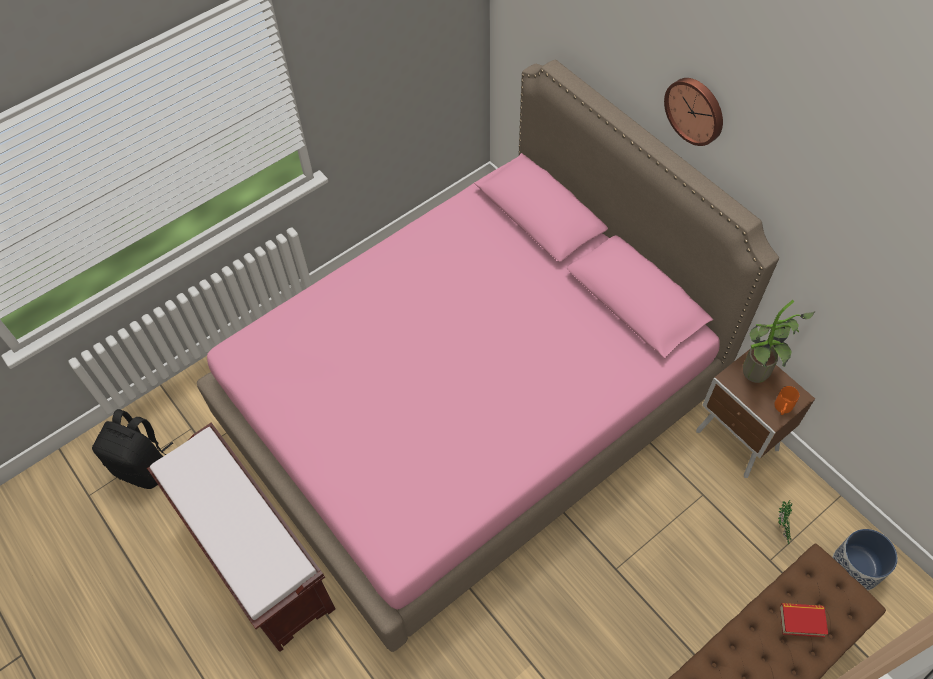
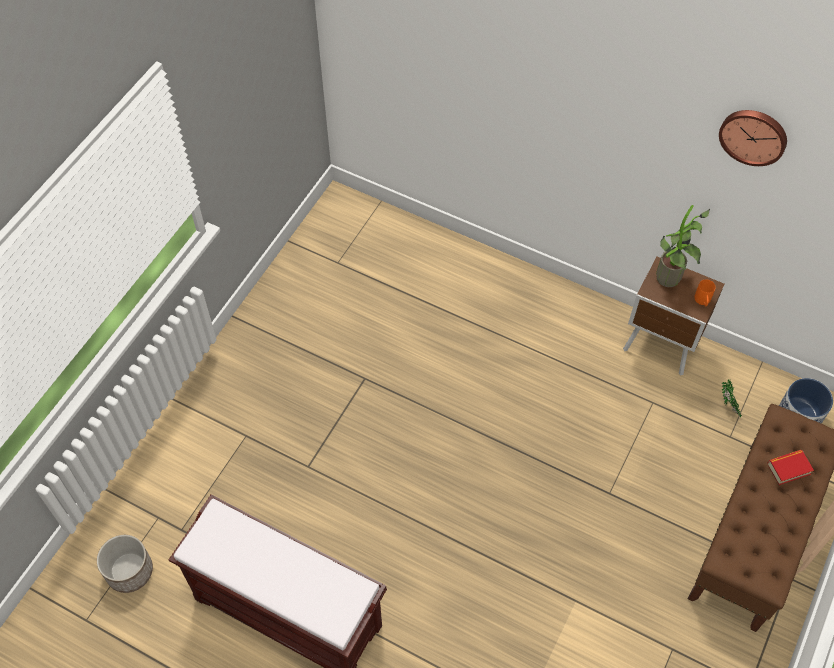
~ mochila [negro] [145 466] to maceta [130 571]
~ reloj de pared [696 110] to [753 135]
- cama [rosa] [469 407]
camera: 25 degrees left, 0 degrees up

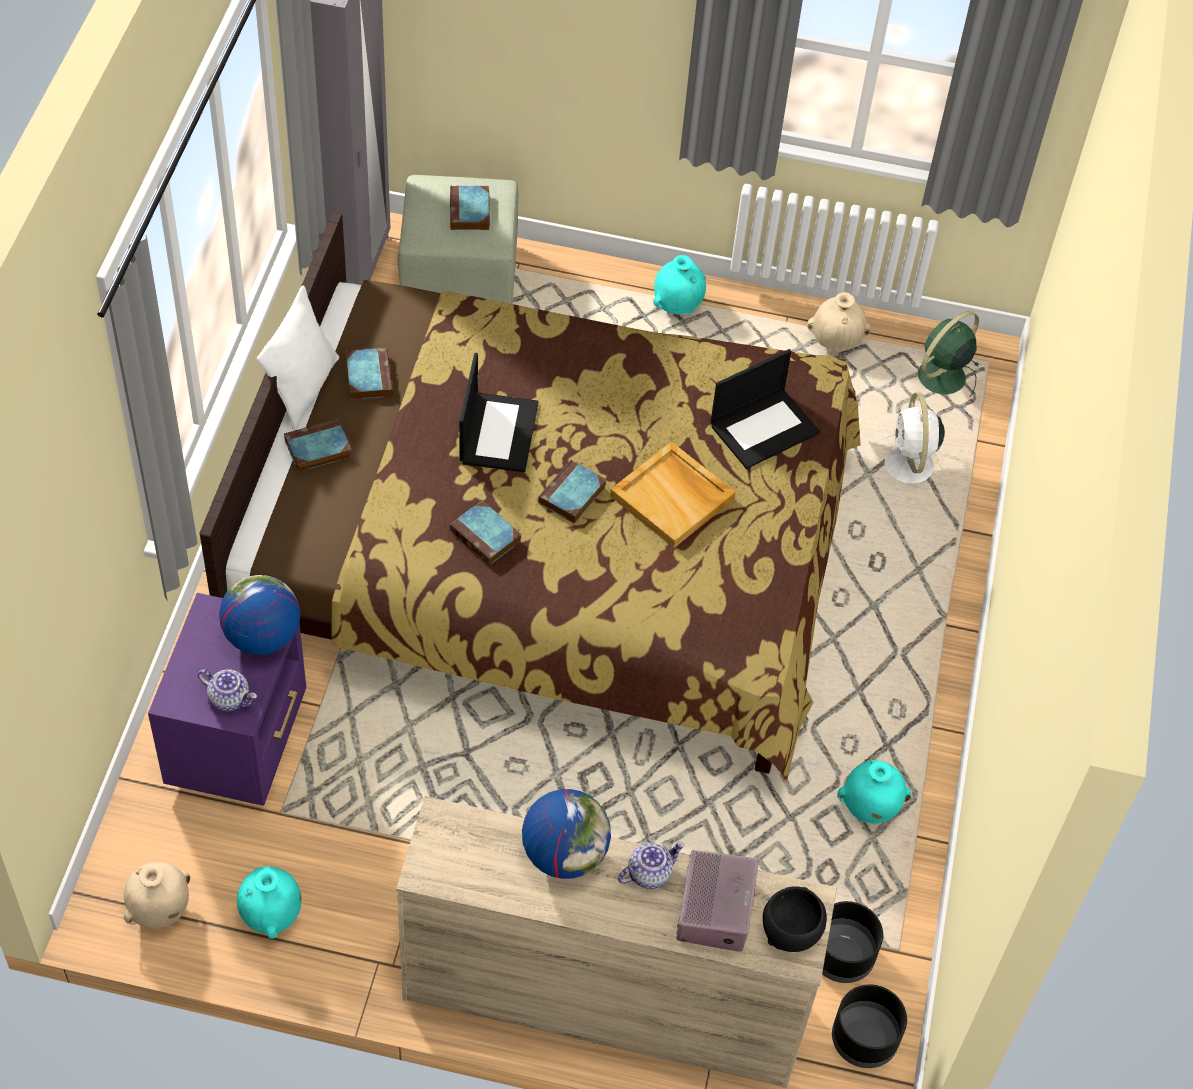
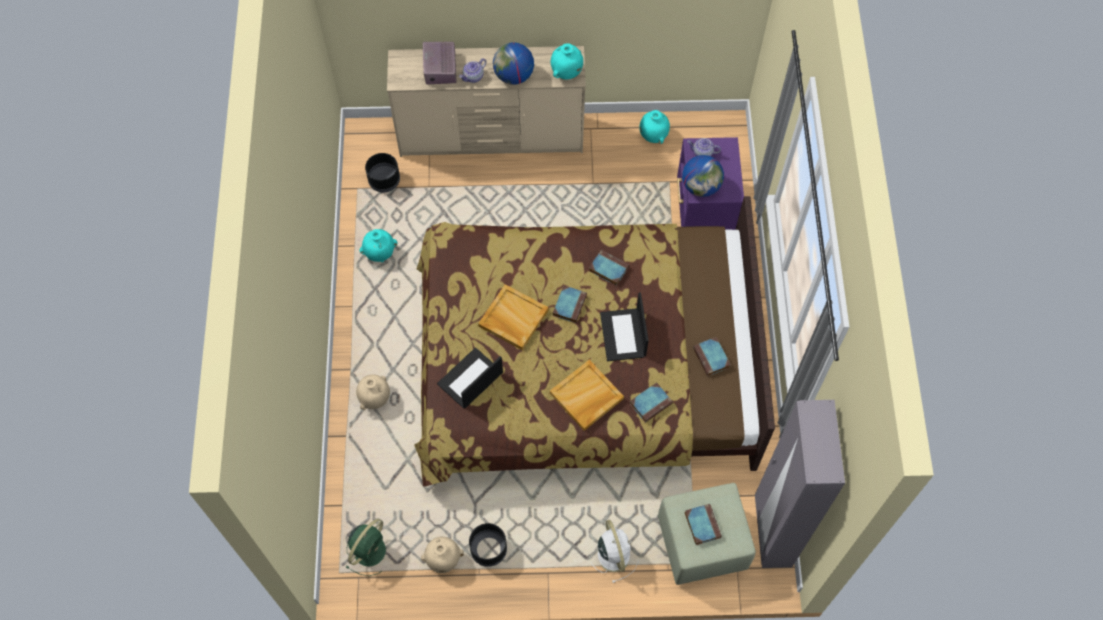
~ florero [beis] [160 911] to [375 398]
~ maceta [negro] [865 1038] to [488 549]
+ bandeja [beis] [586 397]
~ florero [turquesa] [678 306] to [566 73]
~ ventilador [blanco] [909 467] to [613 553]
~ libro [317 449] to [651 403]
- cojín [blanco] [303 389]
- cuenco [negro] [790 931]
camera: 170 degrees right, 10 degrees up

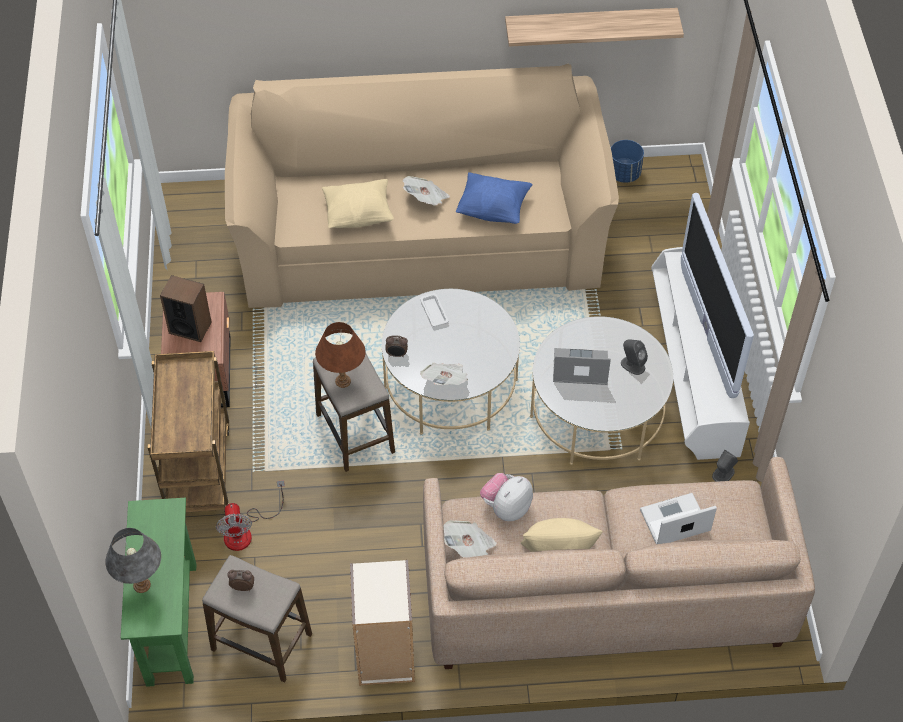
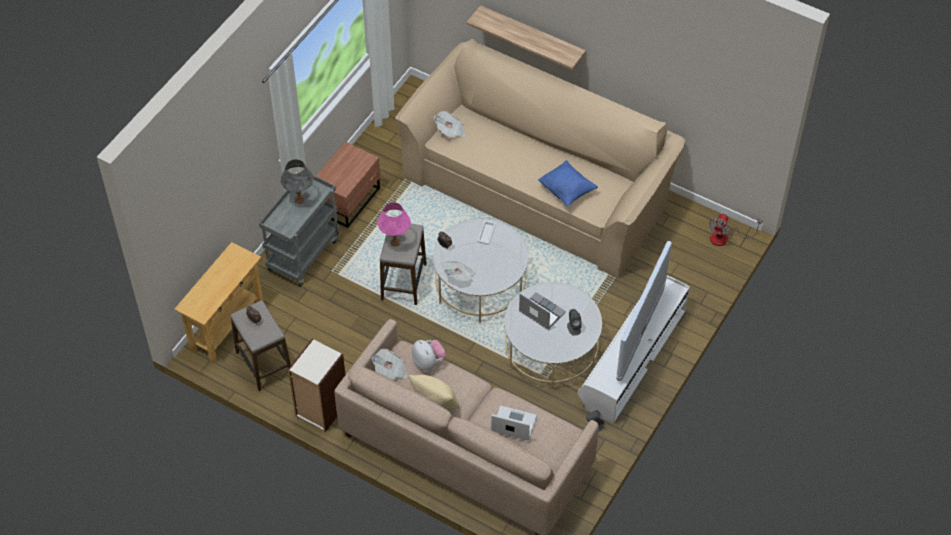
~ mesa consola [verde] [171 623] to mesa consola [beis] [227 326]
~ carrito [marrón] [198 470] to carrito [gris] [303 253]
~ lámpara de mesa [gris] [142 585] to [299 199]
~ lámpara de mesa [marrón] [342 381] to lámpara de mesa [rosa] [395 242]
~ peluche [506 507] = [428 362] 75 degrees clockwise
~ periódico [426 199] to [450 131]
~ estante [590 25] to [532 35]
~ ventilador [246 531] to [725 237]
- altavoz [190 327]
- cojín [beis] [359 215]
- maceta [azul] [624 173]
camera: 35 degrees right, 0 degrees up

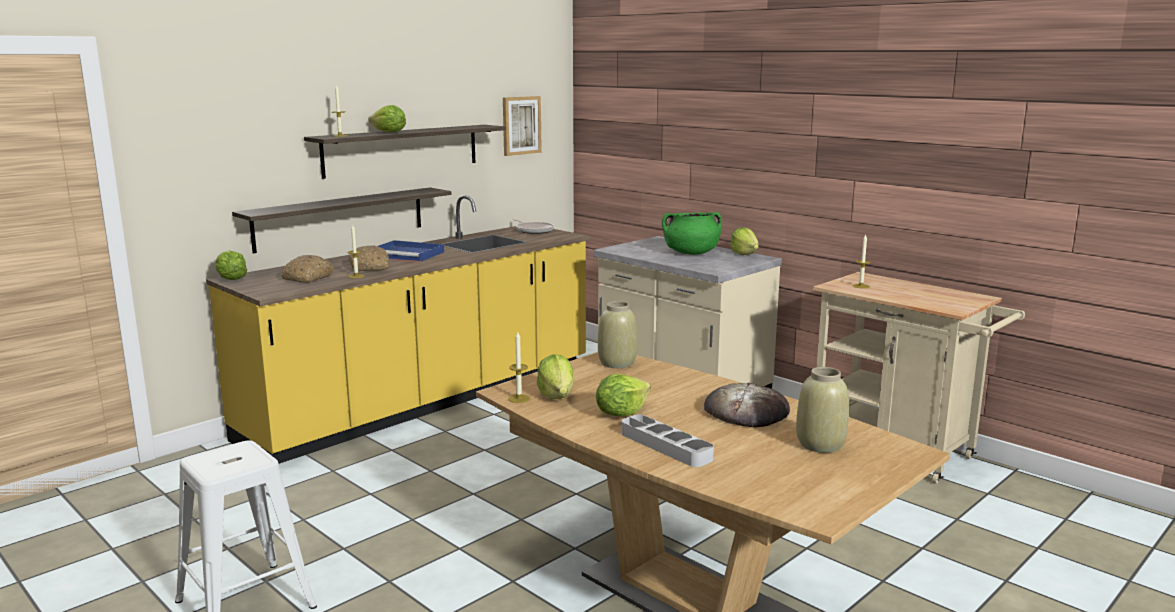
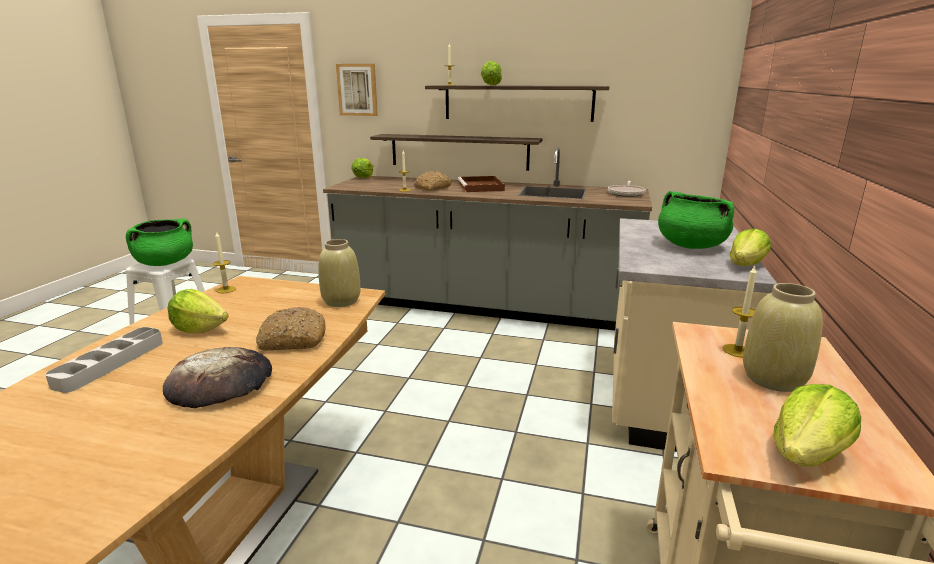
+ olla [verde] [165 263]
~ pan [308 278] to [293 340]
~ mueble bajo de cocina [amarillo] [426 401] to mueble bajo de cocina [gris] [484 306]
~ cuadro [521 125] to [357 90]
~ bandeja [azul] [408 254] to bandeja [marrón] [481 187]
~ florero [beis] [820 445] to [772 379]
~ lechuga [557 396] to [807 455]
camera: 60 degrees right, 5 degrees up

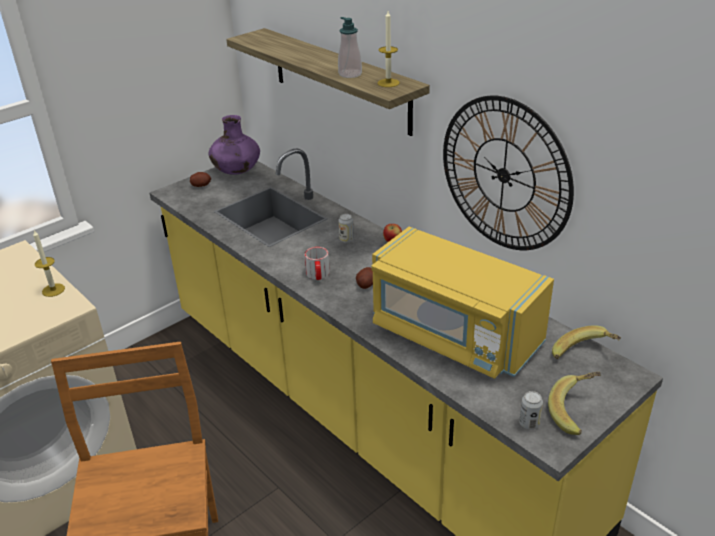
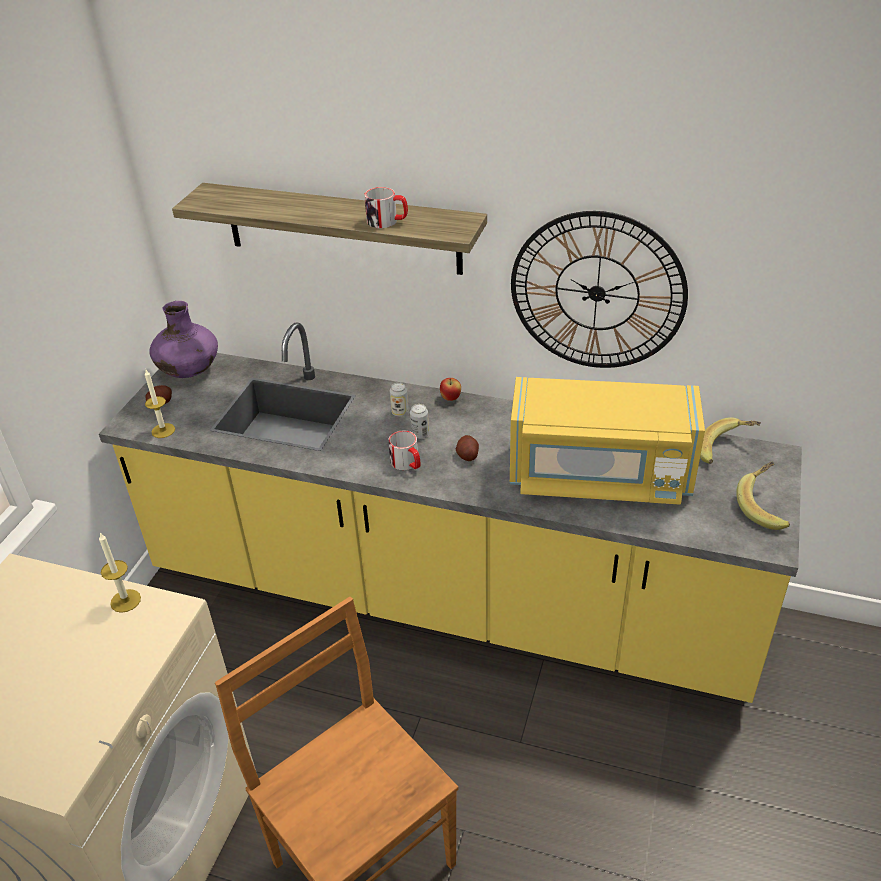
~ vela [388 83] to [163 430]
~ dispensador de jabón [350 74] to taza grande [387 221]
~ lata [529 424] to [420 434]
camera: 30 degrees left, 5 degrees up

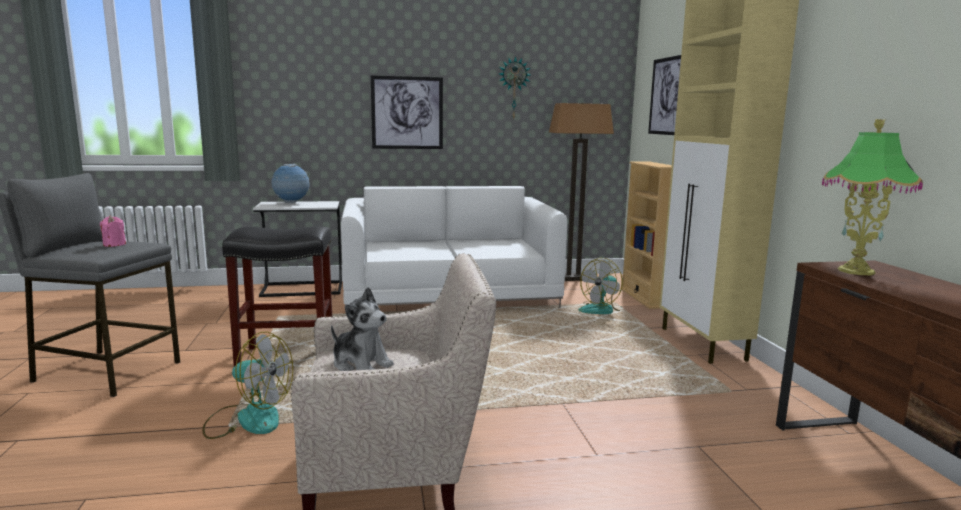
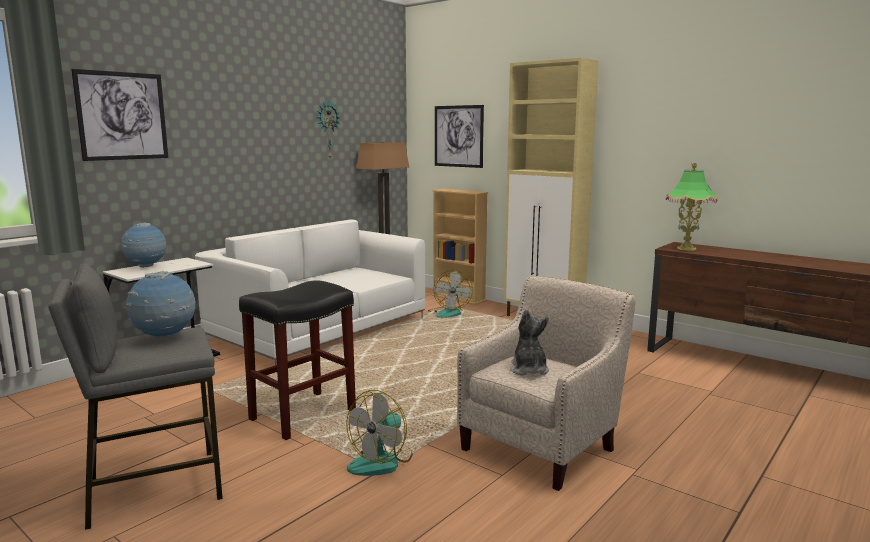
~ cuadro [407 113] to [122 116]
~ vela [rosa] [114 244] to globo terráqueo [165 338]
~ ventilador [248 419] = [381 461] 150 degrees clockwise
~ peluche [361 364] = [528 370] 90 degrees counterclockwise
camera: 40 degrees left, 0 degrees up

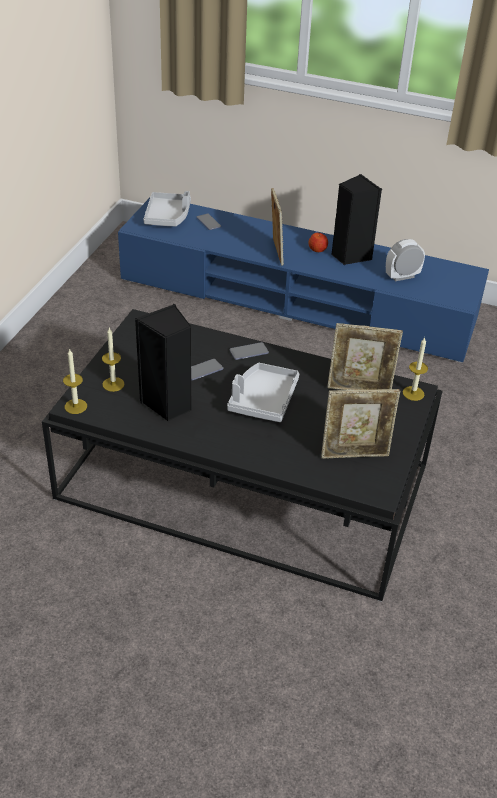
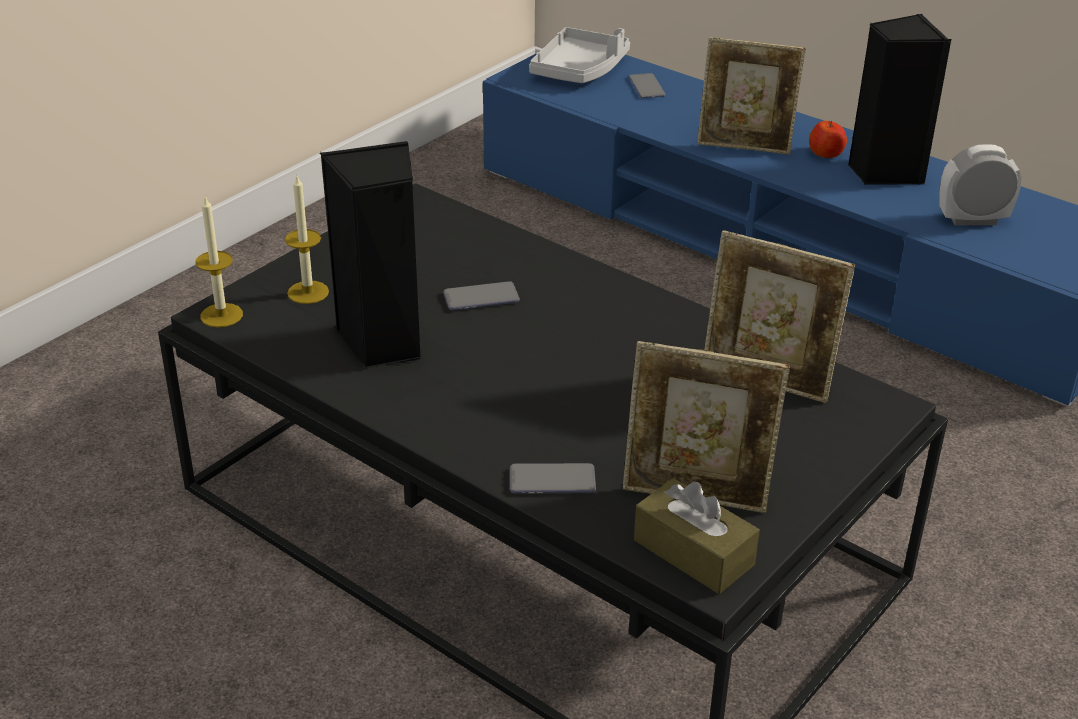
~ móvil [249 352] to [552 480]
+ caja de pañuelos [marrón] [693 552]
~ portarretratos [275 252] = [744 147] 90 degrees clockwise
- bandeja [gris] [263 400]
- vela [413 393]
camera: 20 degrees right, 5 degrees down

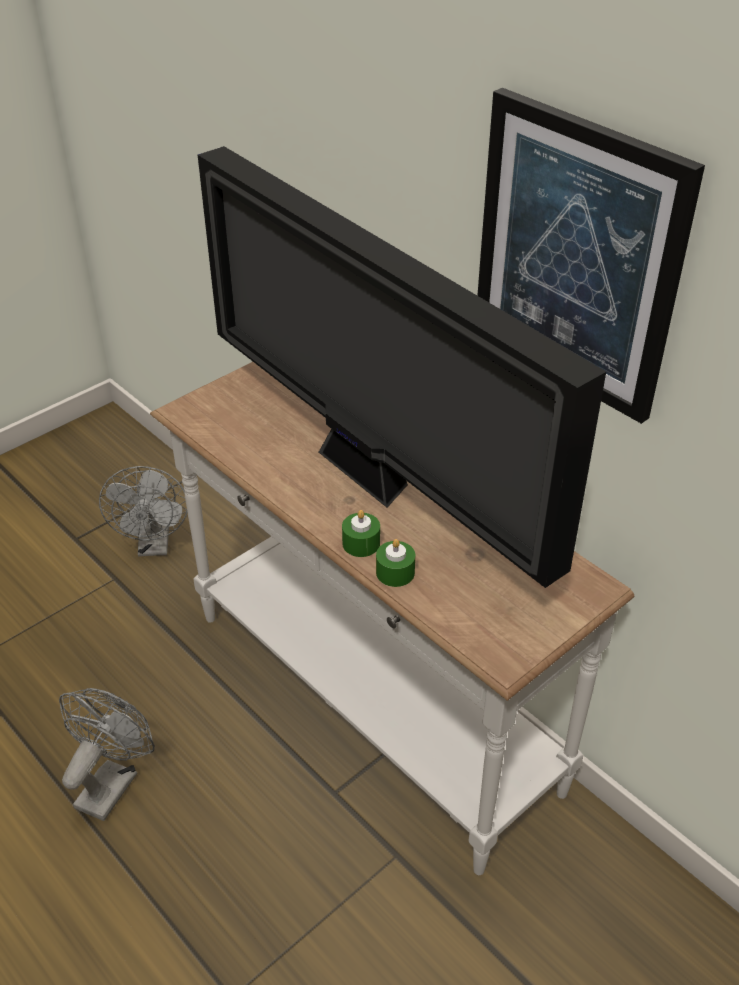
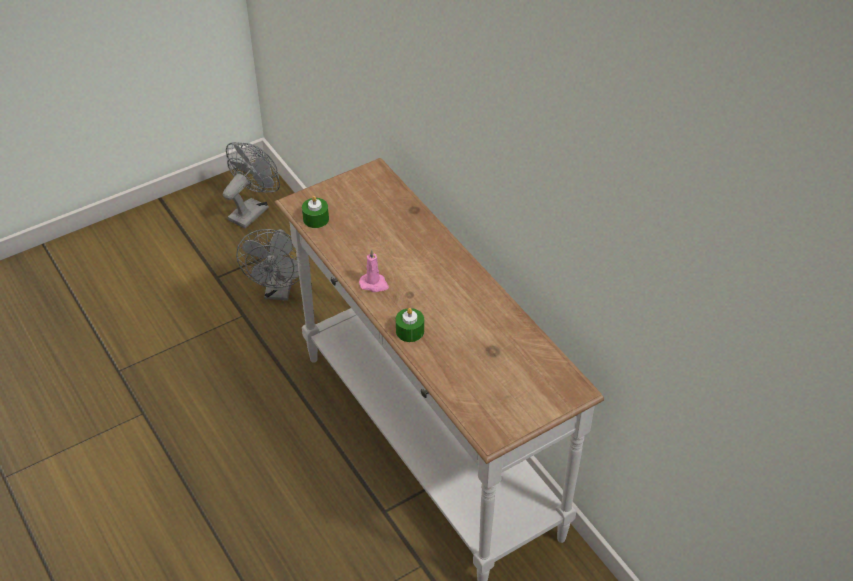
~ ventilador [gris] [112 782] to [252 210]
~ vela [verde] [395 572] to [316 219]
+ vela [rosa] [374 284]
- televisor [368 477]
- cuadro [577 257]
camera: 10 degrees right, 5 degrees up

